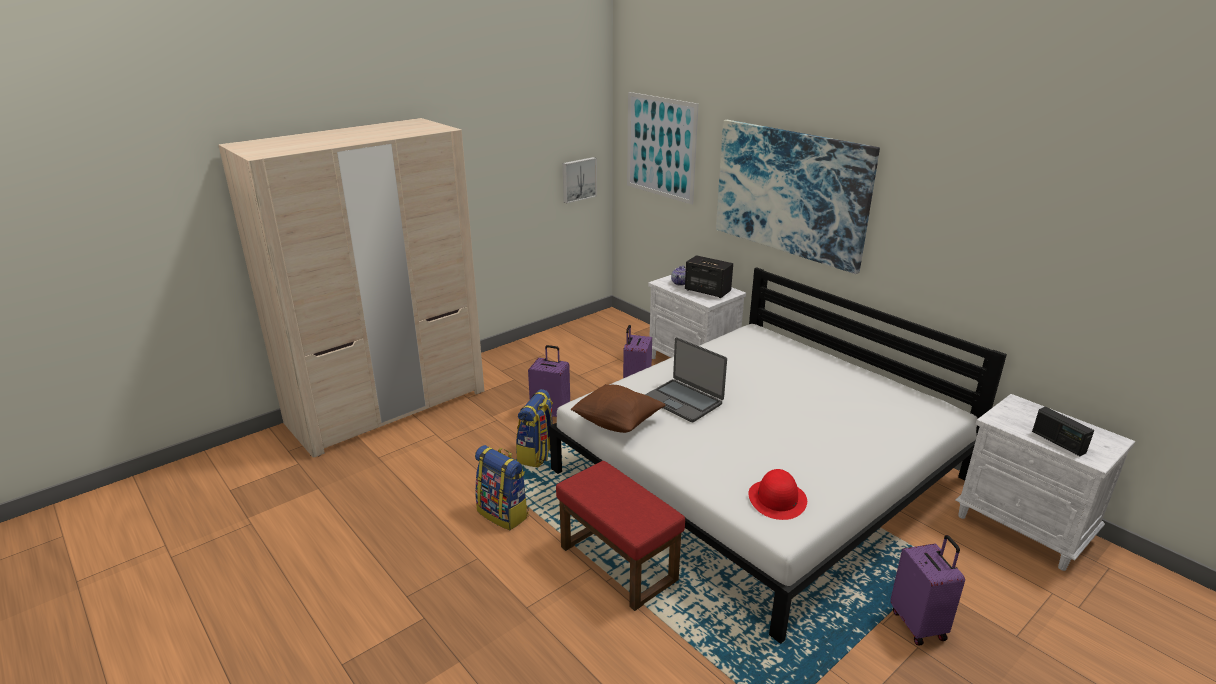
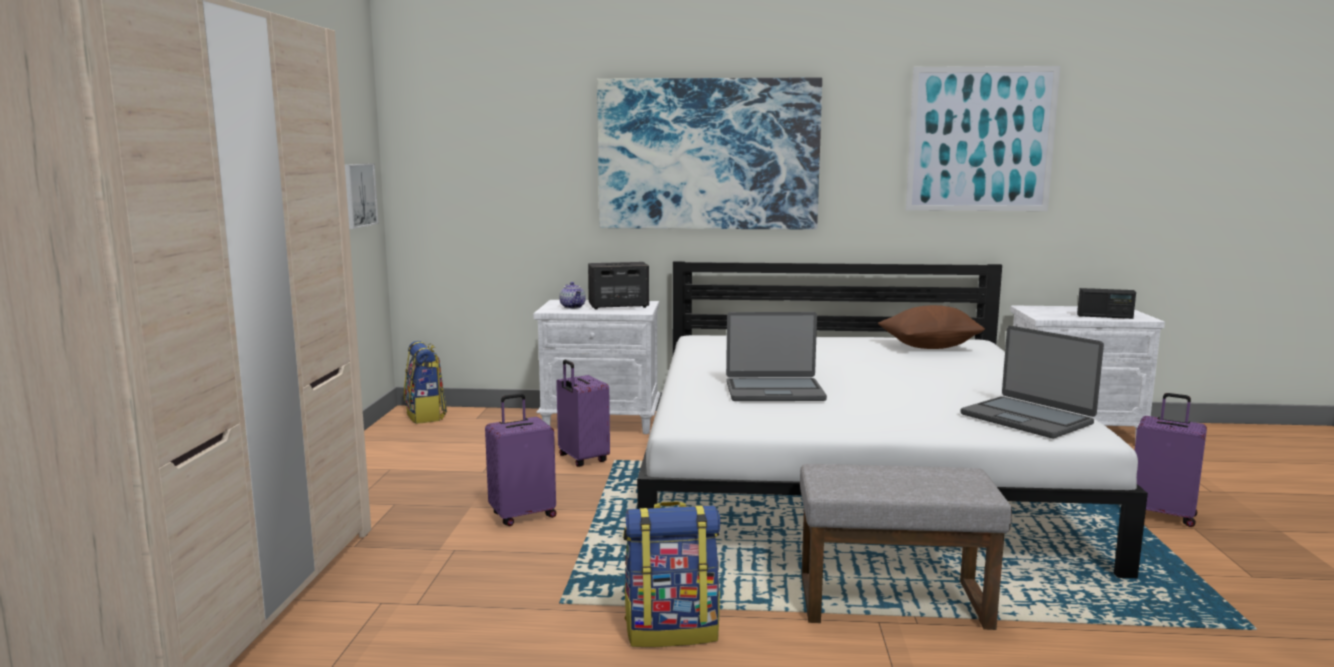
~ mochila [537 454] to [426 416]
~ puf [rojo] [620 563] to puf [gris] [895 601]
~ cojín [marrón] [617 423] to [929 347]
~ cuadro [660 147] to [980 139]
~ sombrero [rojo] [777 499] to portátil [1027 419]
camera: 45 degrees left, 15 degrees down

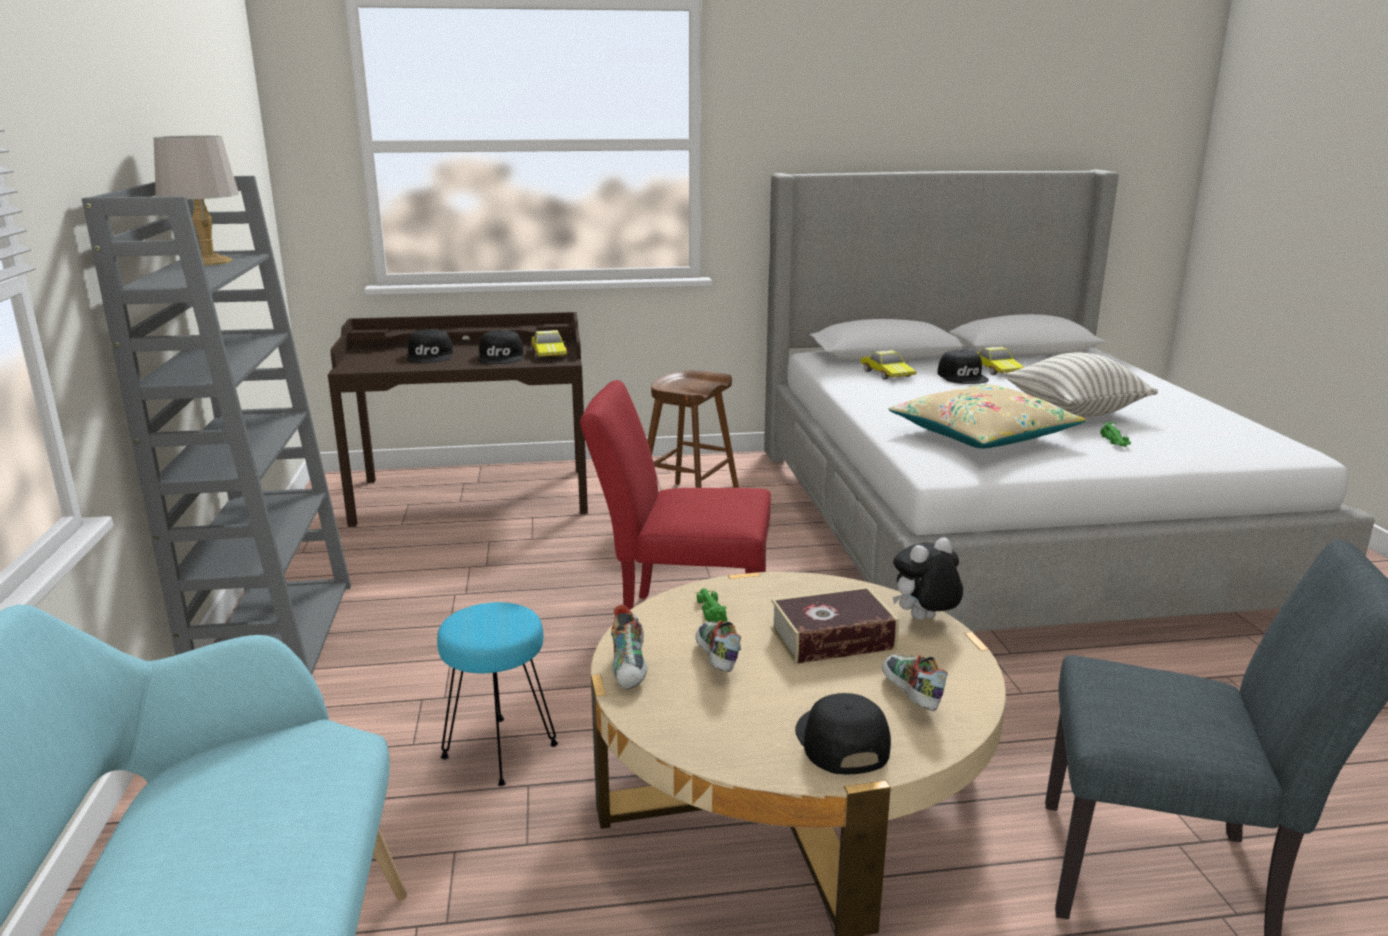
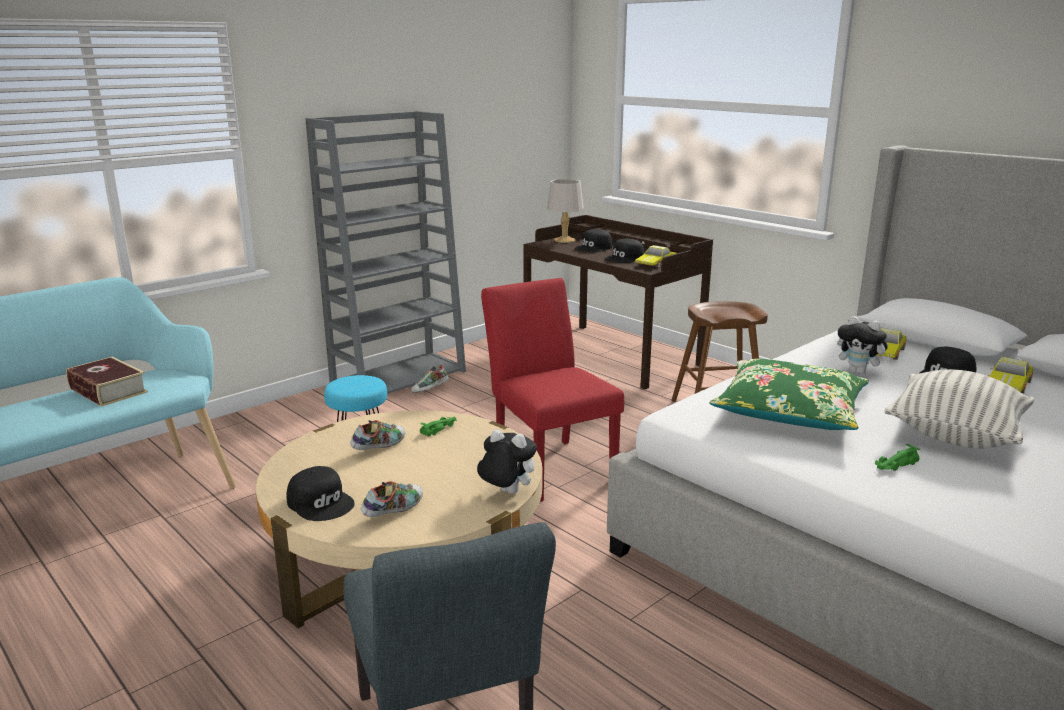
~ libro [832 639] to [108 390]
~ gorra [negro] [840 741] = [321 502] 90 degrees clockwise
~ zapato [631 668] to [430 390]
~ lámpara de mesa [gris] [209 262] to [565 240]
~ cojín [beis] [982 435] to cojín [verde] [789 411]
+ peluche [859 372]
camera: 55 degrees right, 0 degrees up

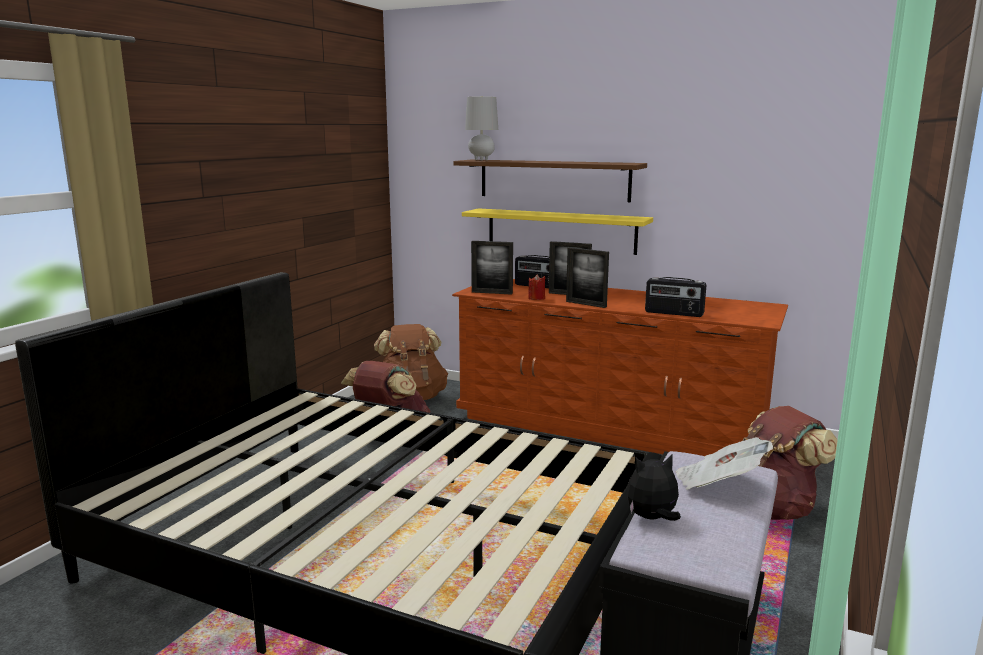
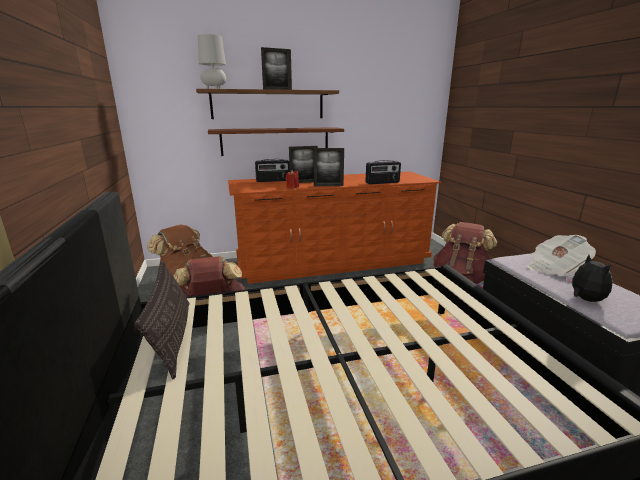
+ cojín [173 337]
~ estante [amarillo] [560 231] to estante [marrón] [275 141]
~ portarretratos [492 293] to [277 89]
~ peluche [652 518] = [584 299] 135 degrees clockwise
camera: 40 degrees left, 5 degrees up

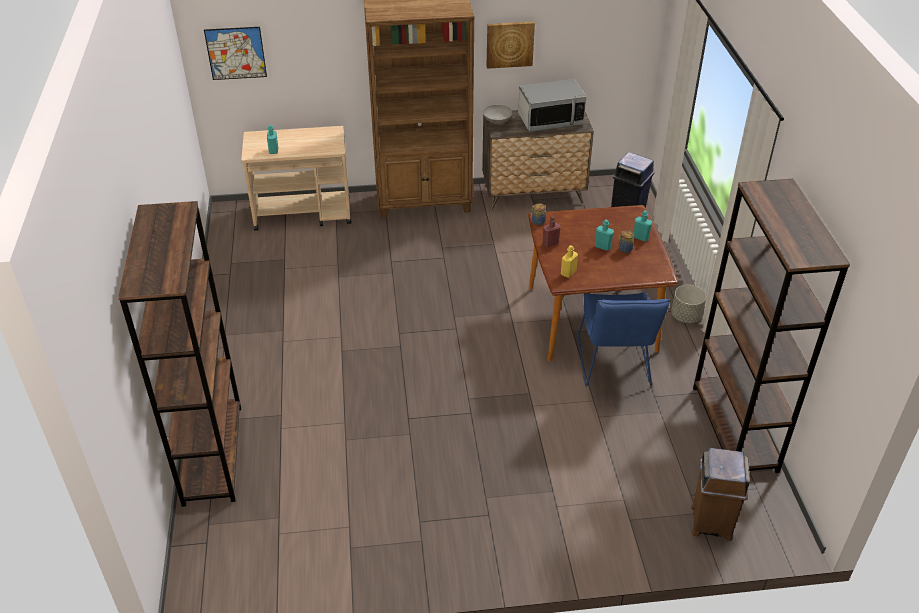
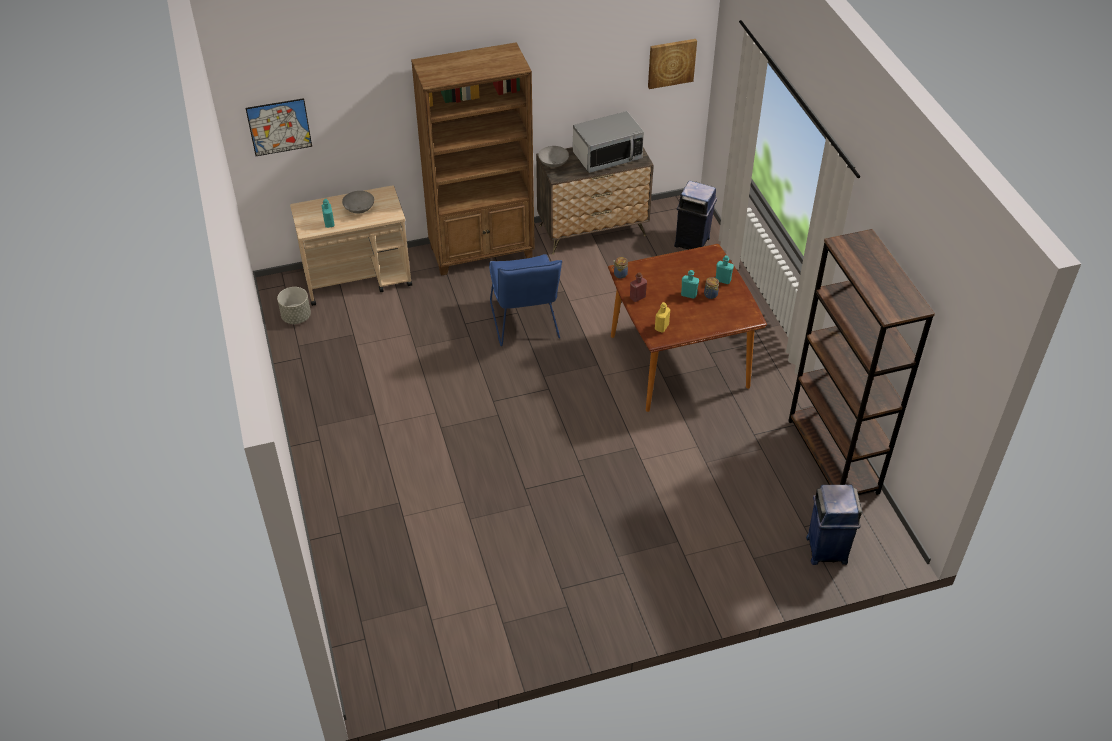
~ maceta [gris] [686 316] to [296 317]
+ cuenco [gris] [359 210]
~ silla [azul] [614 366] to [525 324]
~ cuadro [509 44] to [671 63]
~ papelera [marrón] [711 521] to papelera [azul] [826 549]
- estantería [marrón] [212 454]
camera: 10 degrees left, 5 degrees up

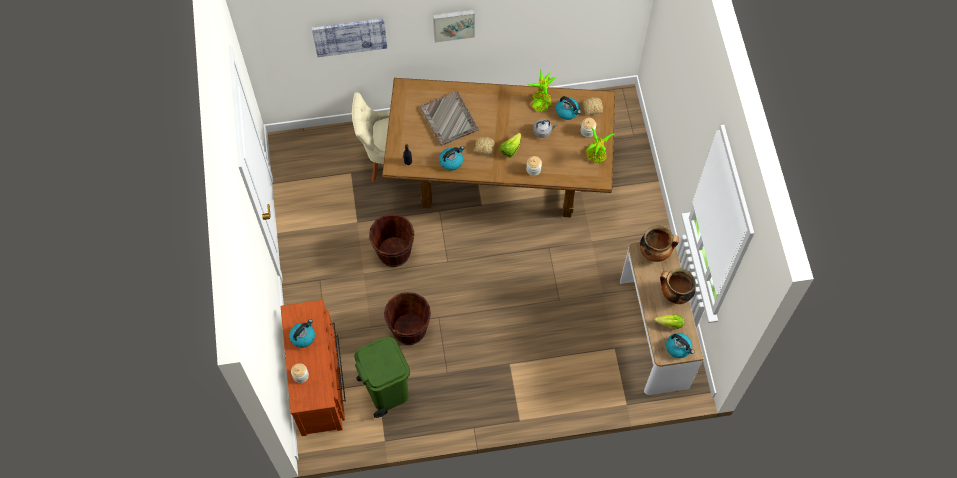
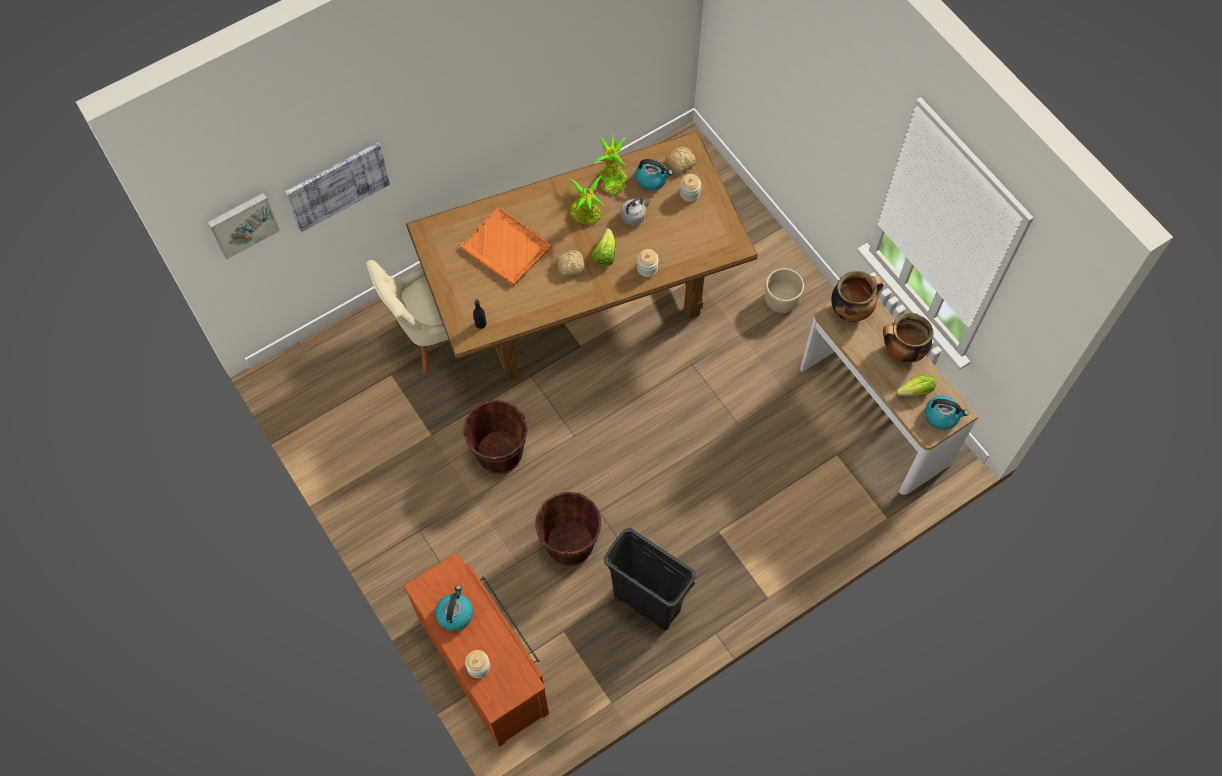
~ cuadro [453 24] to [242 224]
~ bandeja [gris] [449 119] to bandeja [naranja] [506 248]
~ planta en maceta [596 155] to [587 214]
+ papelera [negro] [647 603]
+ maceta [beis] [781 300]
- papelera [verde] [386 390]
- hervidor [451 161]
camera: 25 degrees left, 0 degrees up

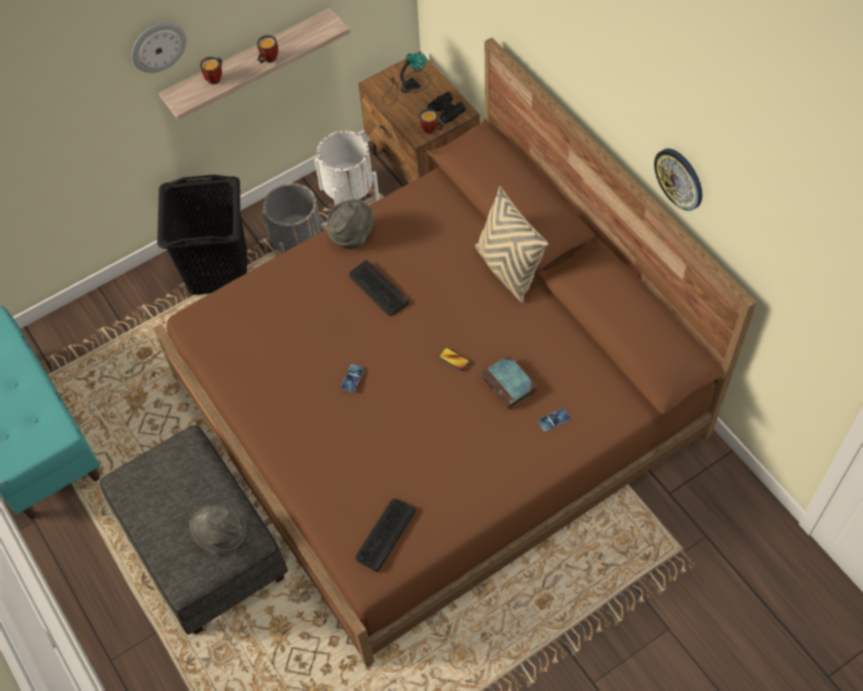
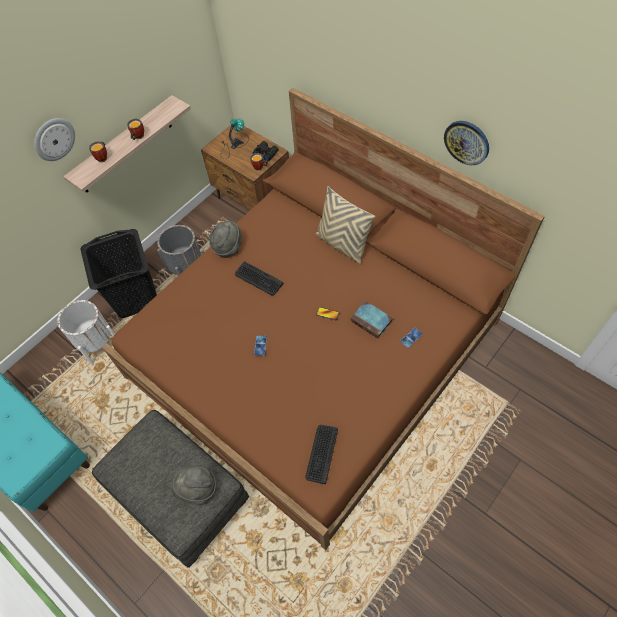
~ maceta [blanco] [349 195] to [97 343]
camera: 15 degrees left, 0 degrees up

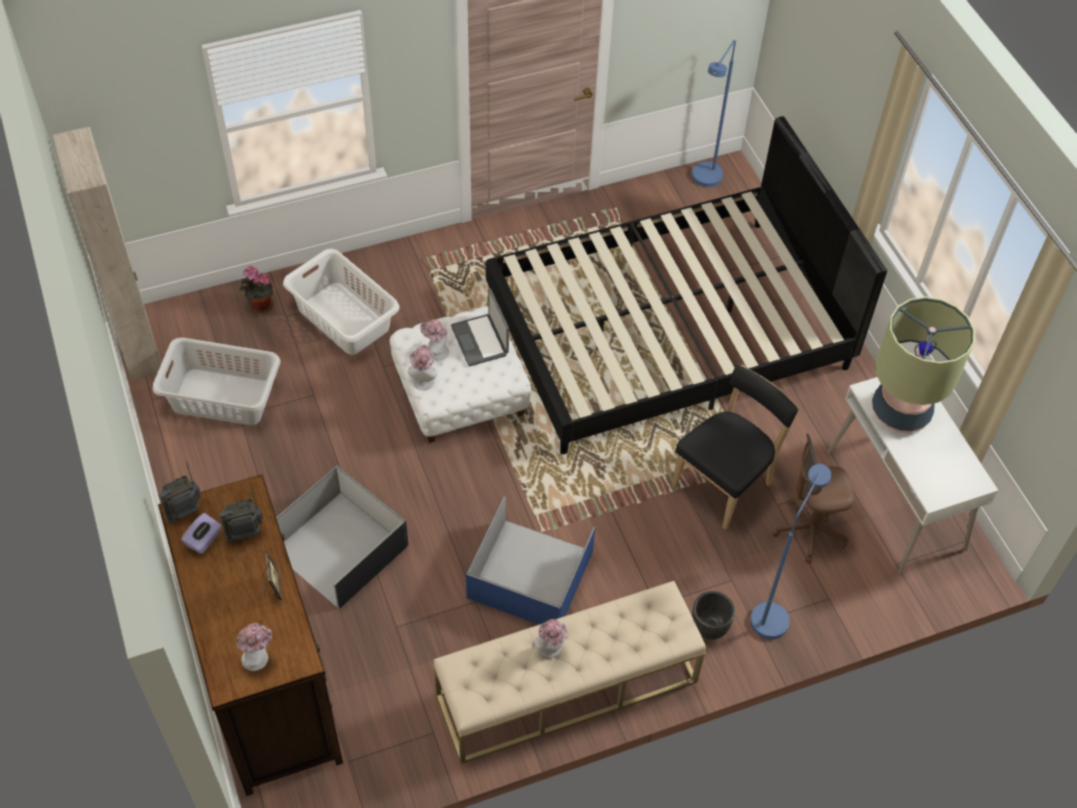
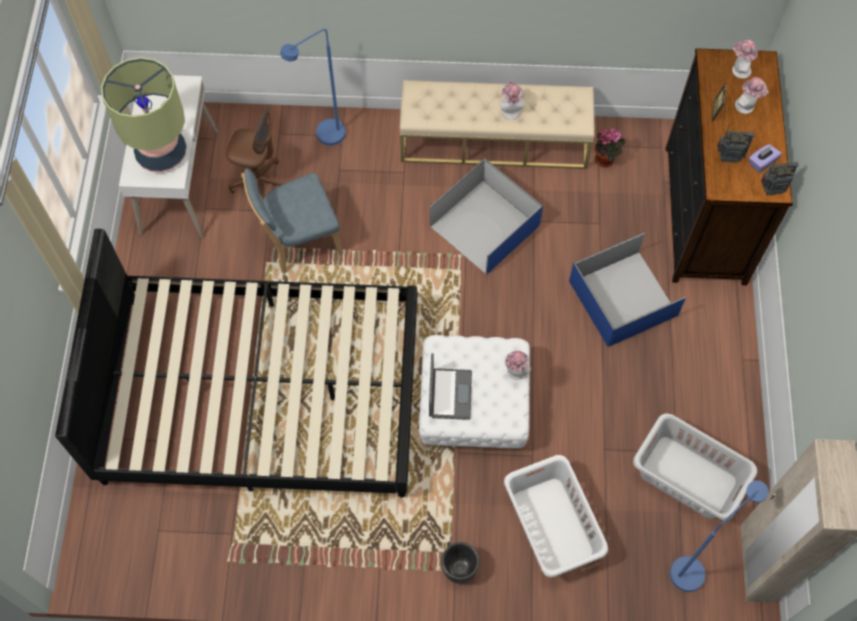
~ silla [negro] [725 483] to silla [azul] [298 241]
~ maceta [negro] [709 627] to [459 568]
~ caja de almacenaje [negro] [338 547] to caja de almacenaje [azul] [624 299]
~ planta en maceta [260 305] to [606 159]
~ lámpara de pie [azul] [704 182] to [693 567]
~ sombrero [435 351] to [746 107]
camera: 155 degrees left, 10 degrees up

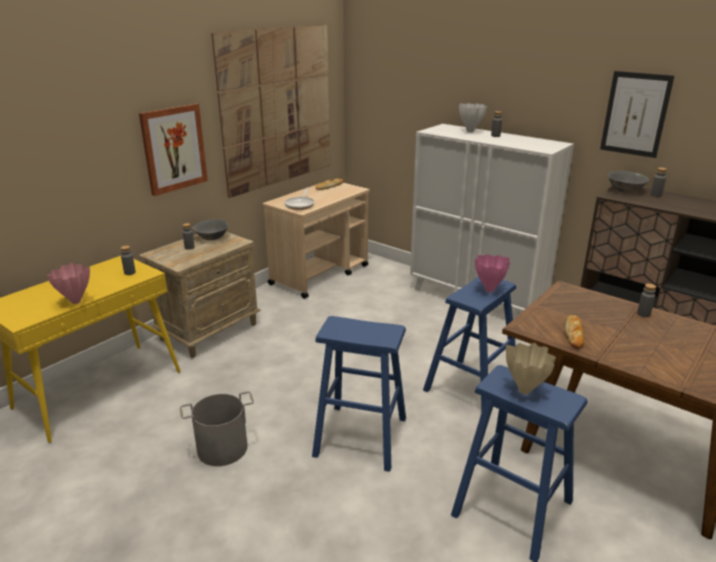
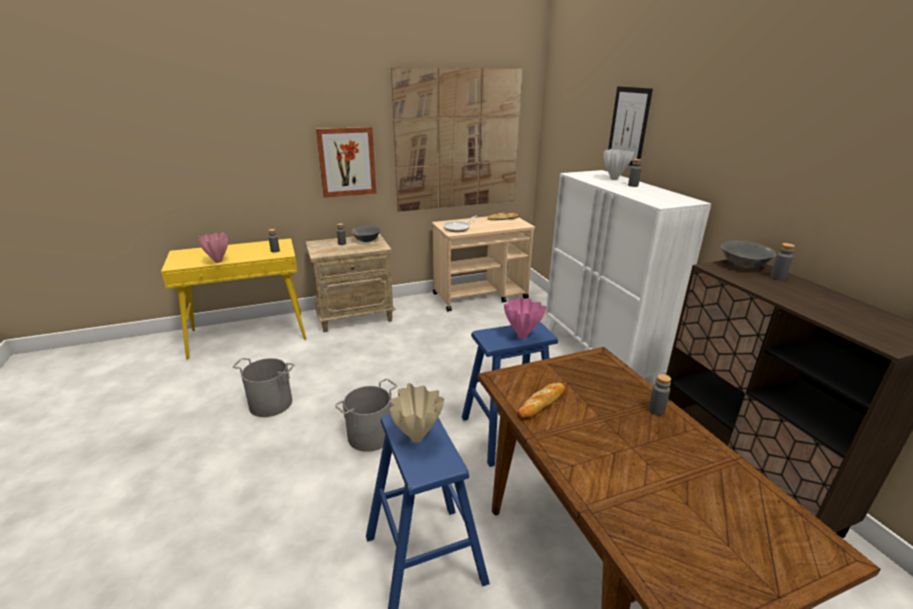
~ taburete [azul] [361 436] to cubo [gris] [370 436]
~ cuadro [635 114] to [628 126]
camera: 30 degrees right, 0 degrees up

